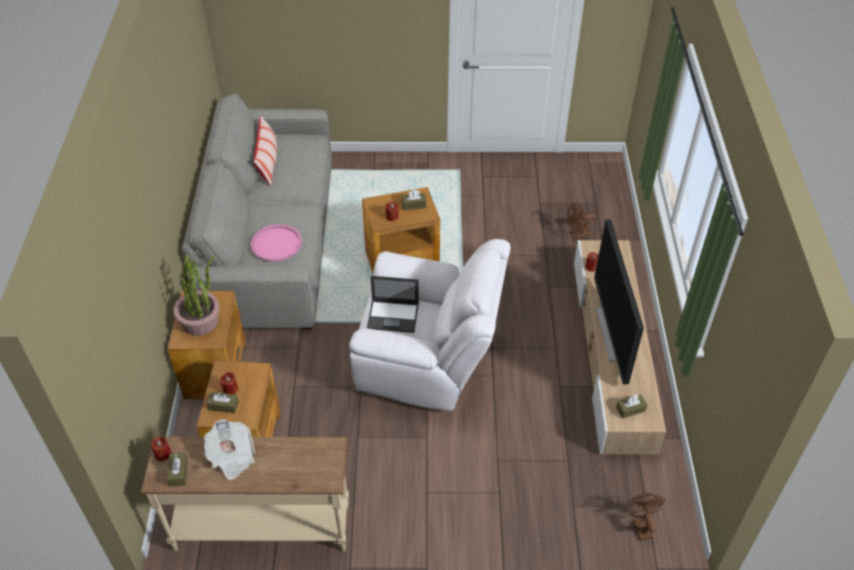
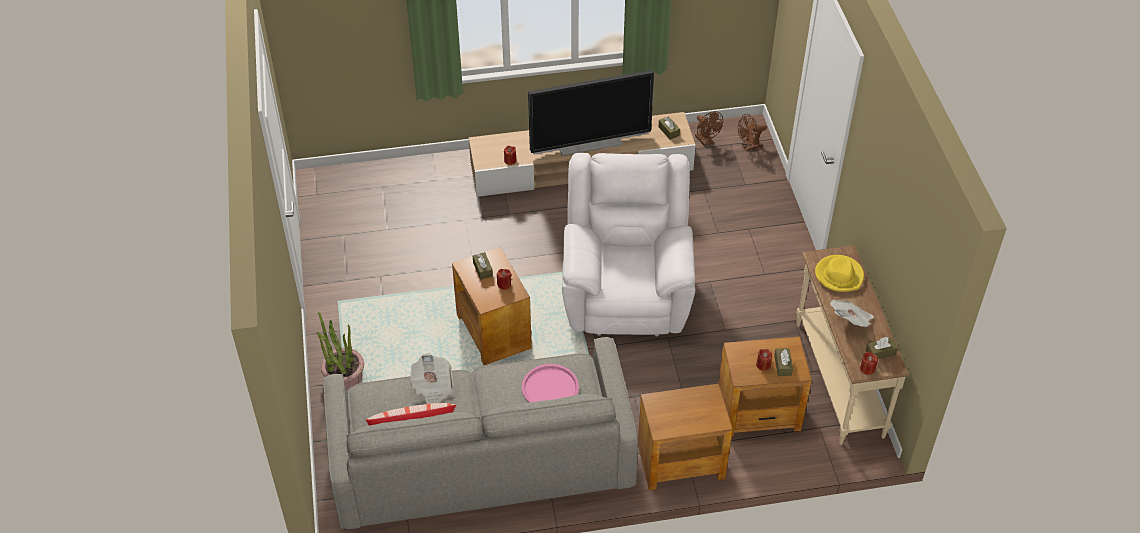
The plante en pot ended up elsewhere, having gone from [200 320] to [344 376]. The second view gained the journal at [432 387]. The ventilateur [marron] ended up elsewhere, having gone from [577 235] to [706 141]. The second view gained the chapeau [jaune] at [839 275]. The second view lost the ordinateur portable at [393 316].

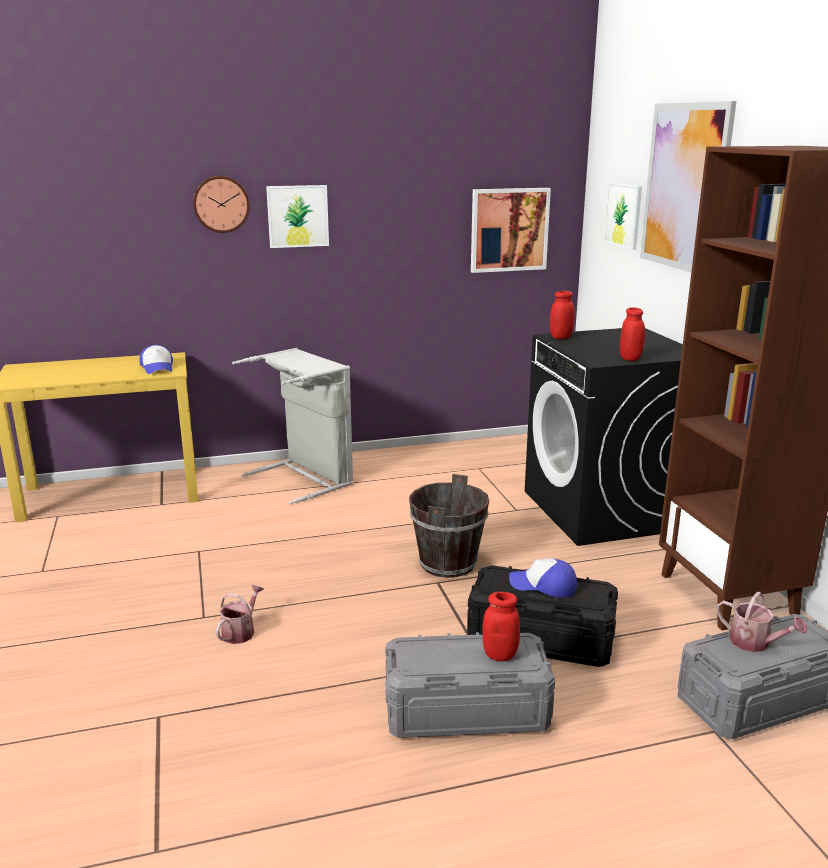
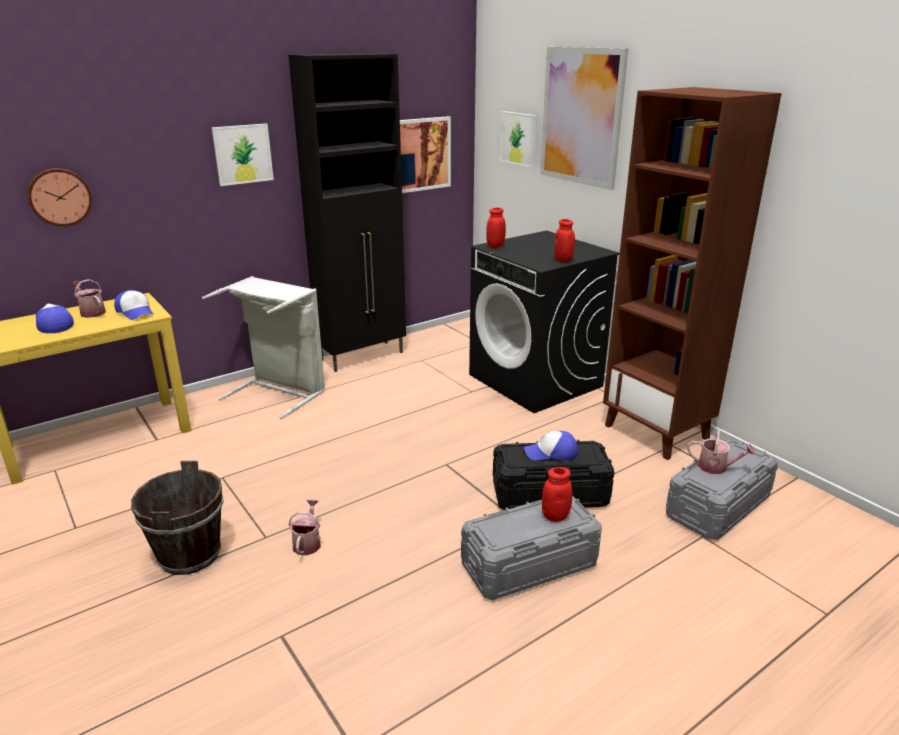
The horloge murale ended up elsewhere, having gone from [221 204] to [59 197]. The second view gained the casquette at [54 325]. The second view gained the arrosoir at [91 312]. The seau [marron] ended up elsewhere, having gone from [448 563] to [190 555]. The second view gained the meuble de rangement [noir] at [363 356].

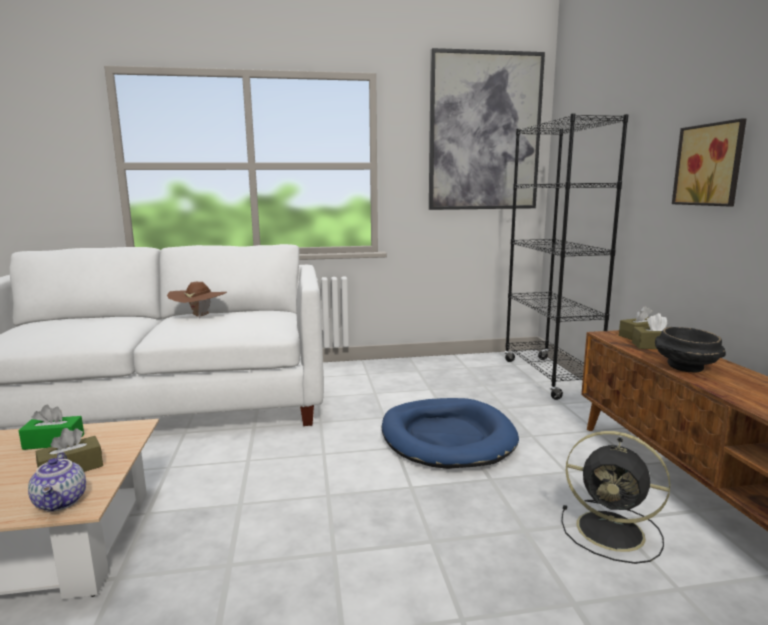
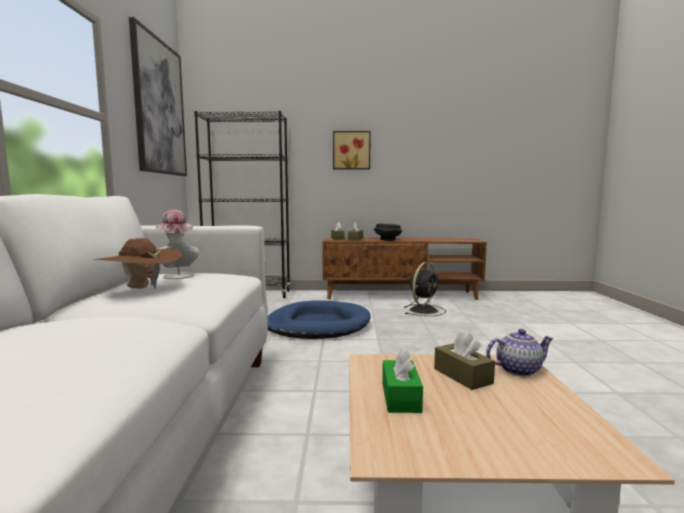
The second view gained the chapeau at [177 275].

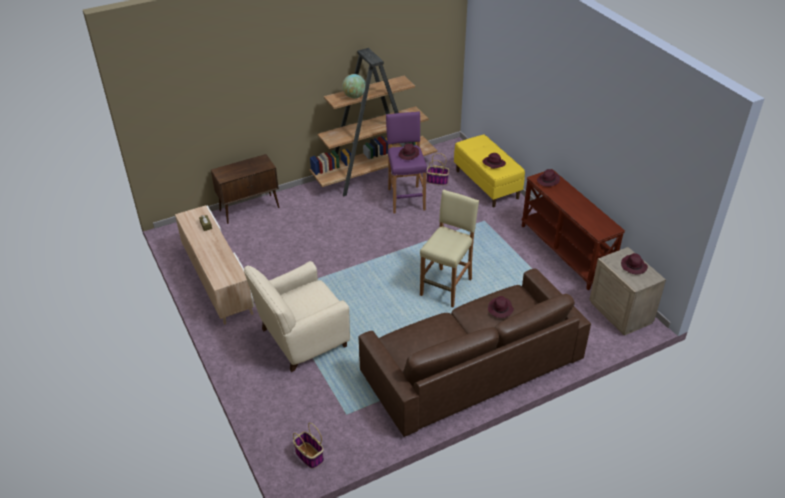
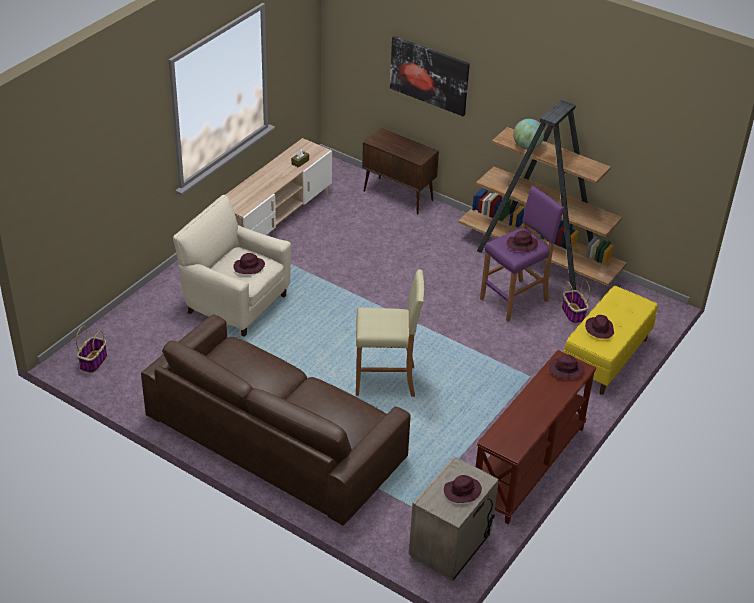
The chapeau [violet] ended up elsewhere, having gone from [500 309] to [248 267]. The second view gained the tableau at [429 75].

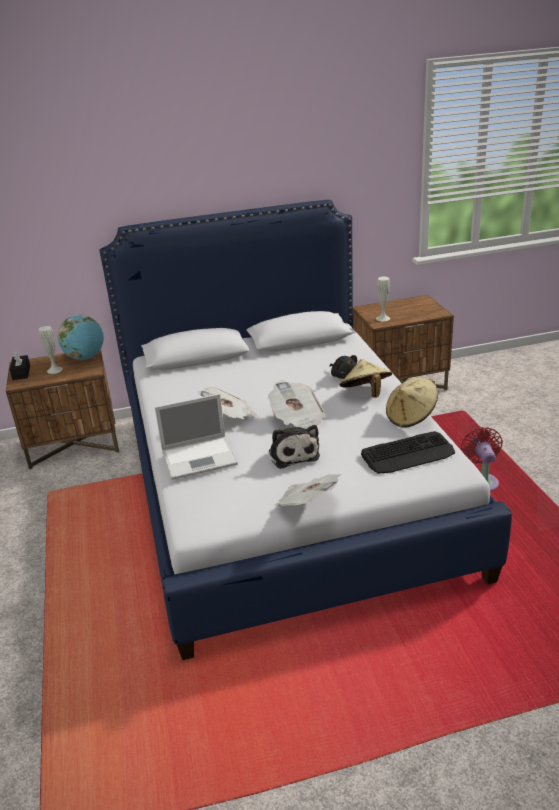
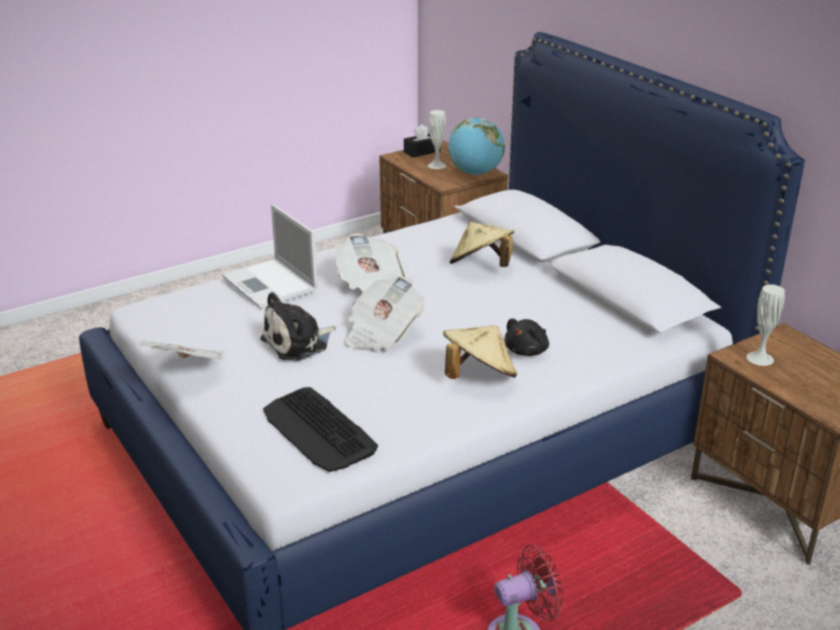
The chapeau [beige] ended up elsewhere, having gone from [411 417] to [481 267].

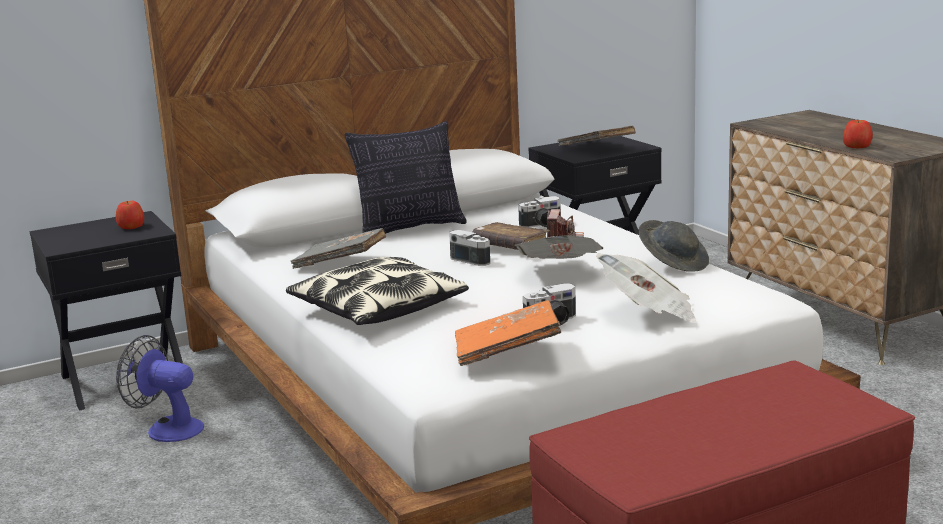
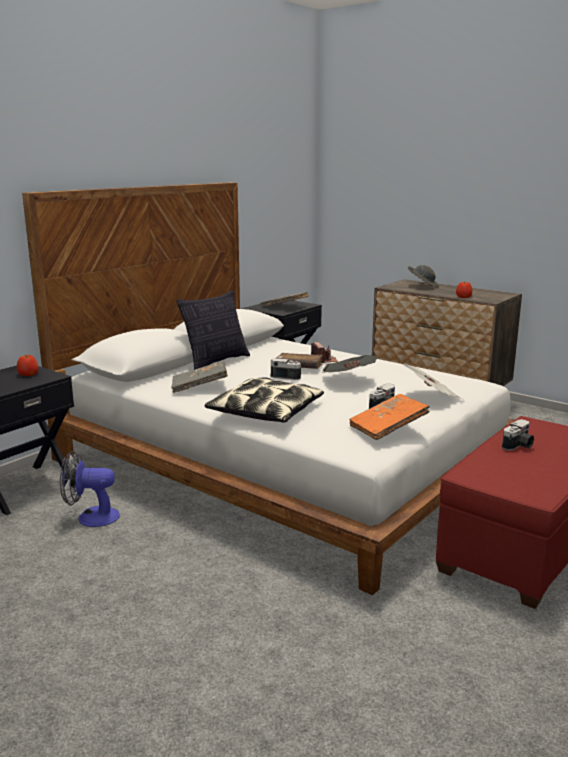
The chapeau [gris] ended up elsewhere, having gone from [674 263] to [422 286]. The appareil photo ended up elsewhere, having gone from [542 225] to [519 446].

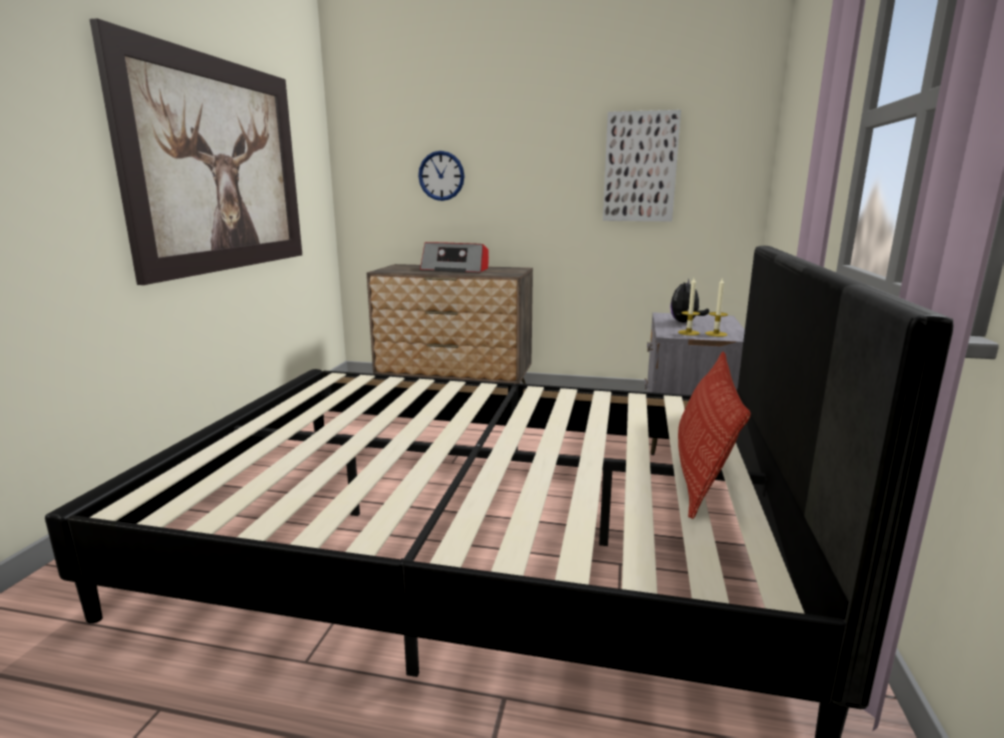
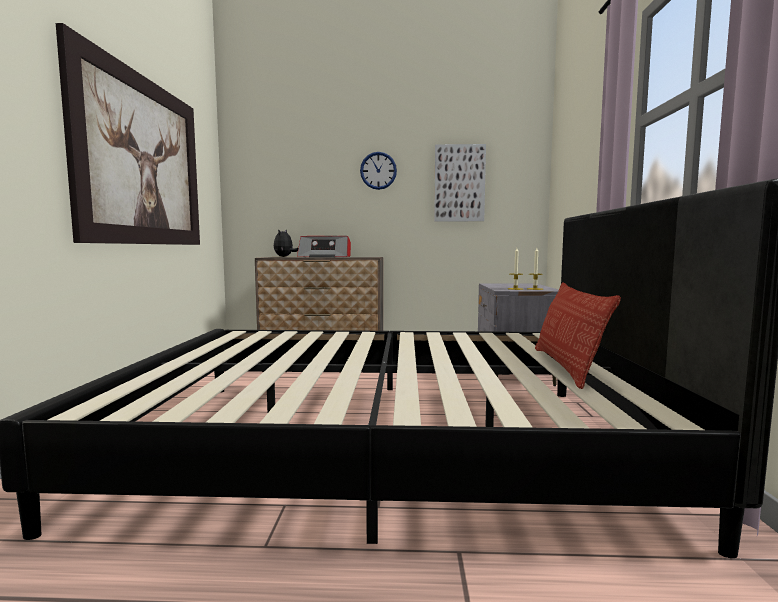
The peluche ended up elsewhere, having gone from [685 322] to [284 256]. The horloge murale ended up elsewhere, having gone from [441 176] to [378 170].

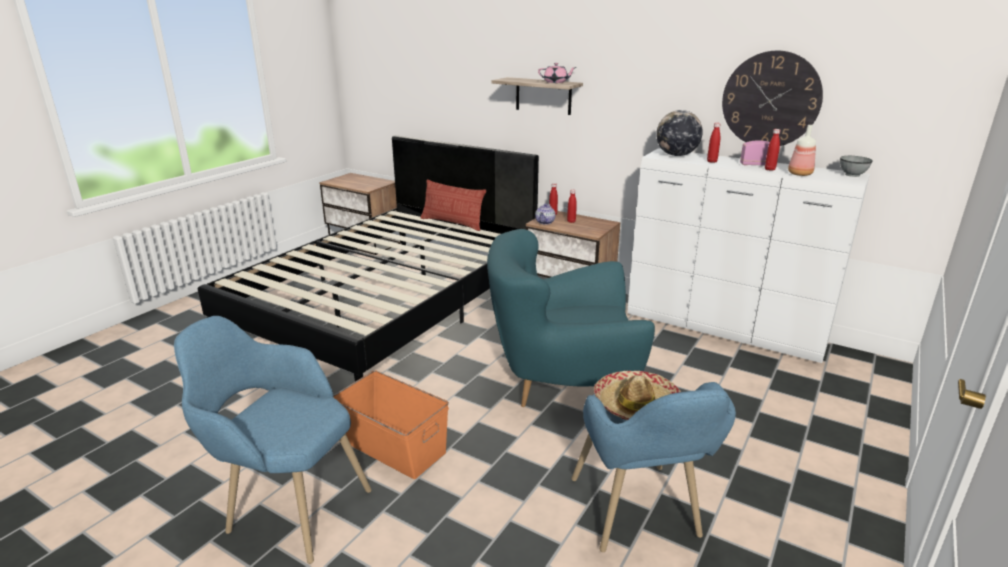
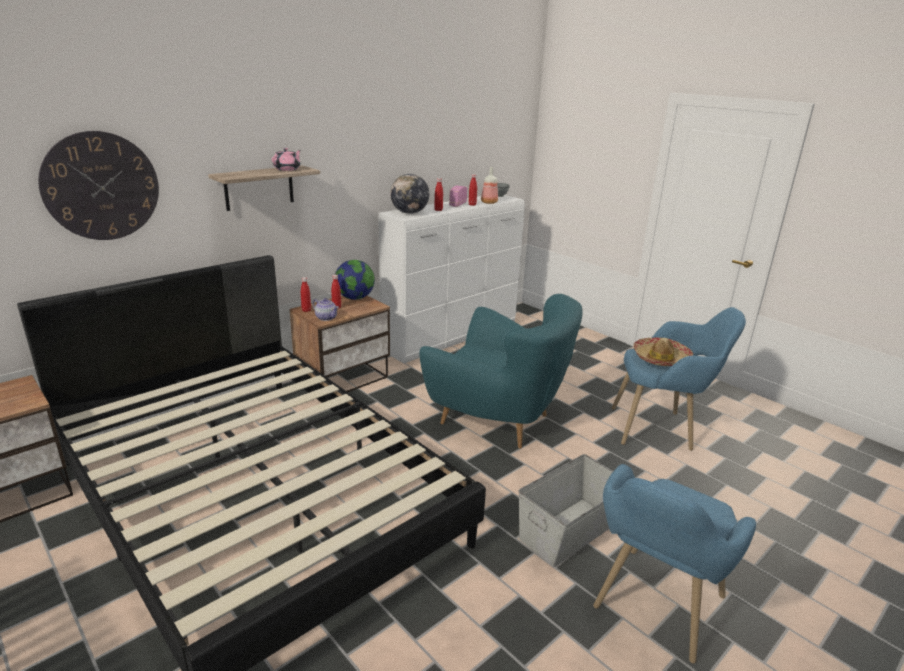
The horloge murale ended up elsewhere, having gone from [770 100] to [101 186]. The second view gained the globe at [355 298]. The fauteuil [turquoise] at [563 383] ended up facing another way, 75 degrees counterclockwise from before. What was the boîte de rangement [orange] at [393 447] turned into the boîte de rangement [gris] at [570 530]. The second view lost the coussin at [452 223].

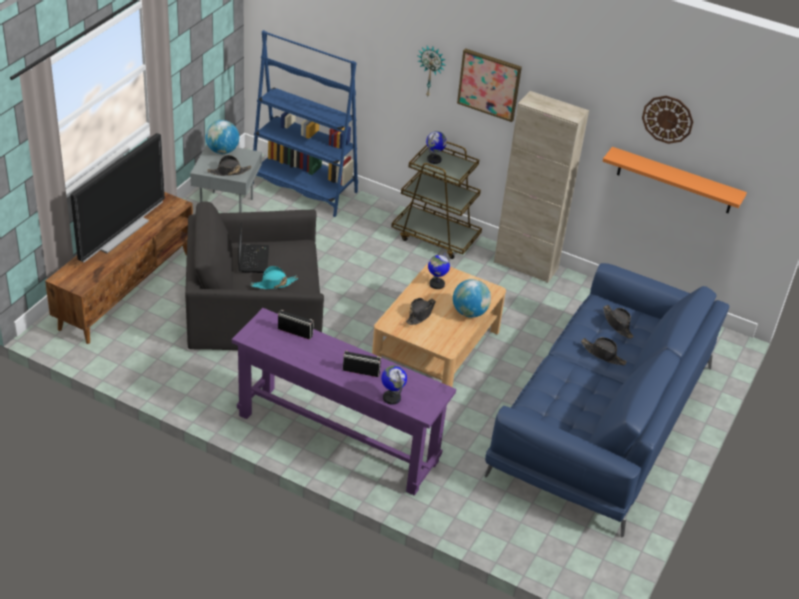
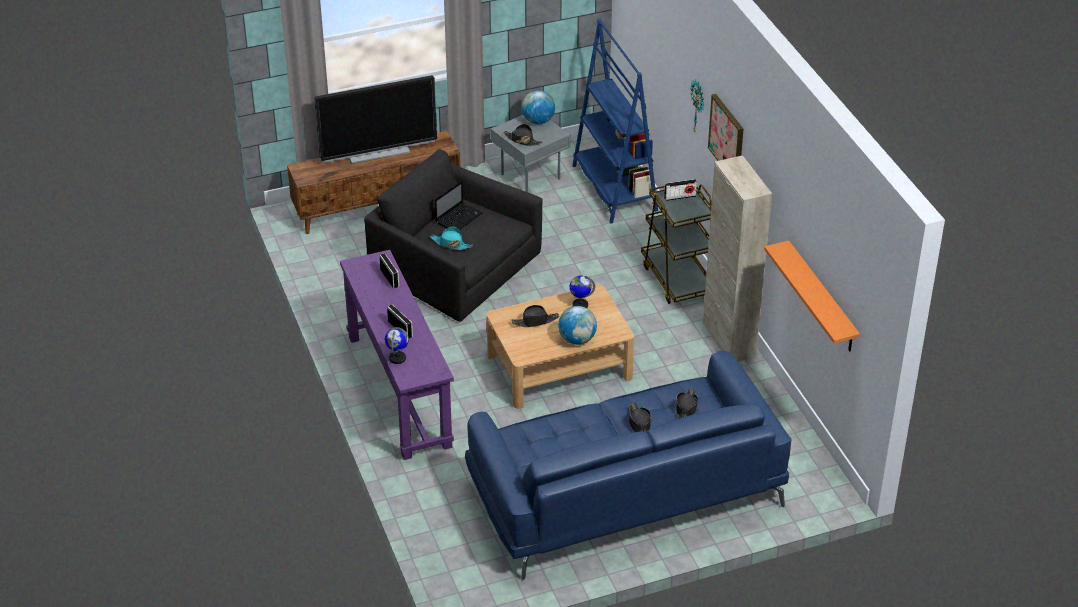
Where the globe stood at [434 159], the radio came to stand at [680 197]. The second view lost the horloge murale at [667 119].

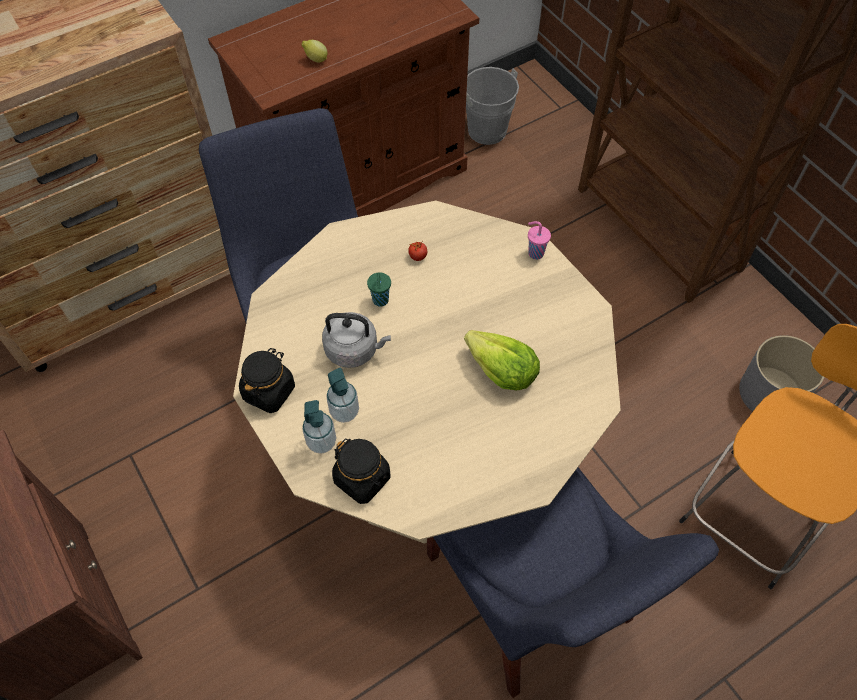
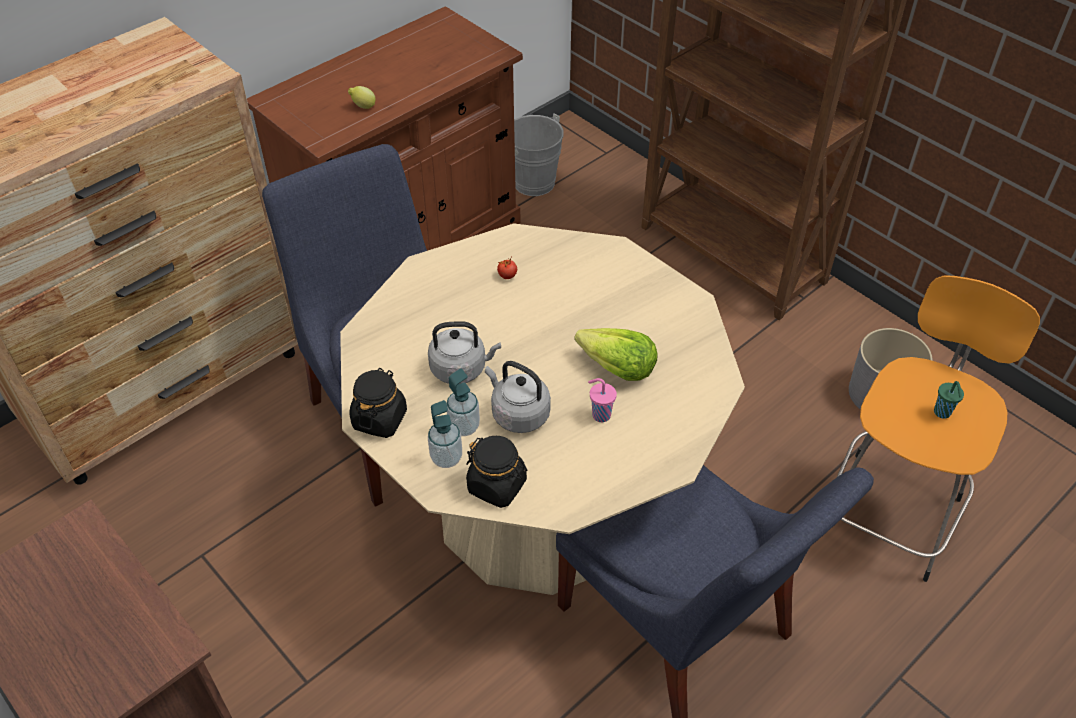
The second view gained the bouilloire [gris] at [518 414]. The tasse [rose] ended up elsewhere, having gone from [535 253] to [600 415]. The tasse [vert] ended up elsewhere, having gone from [380 301] to [942 413].

